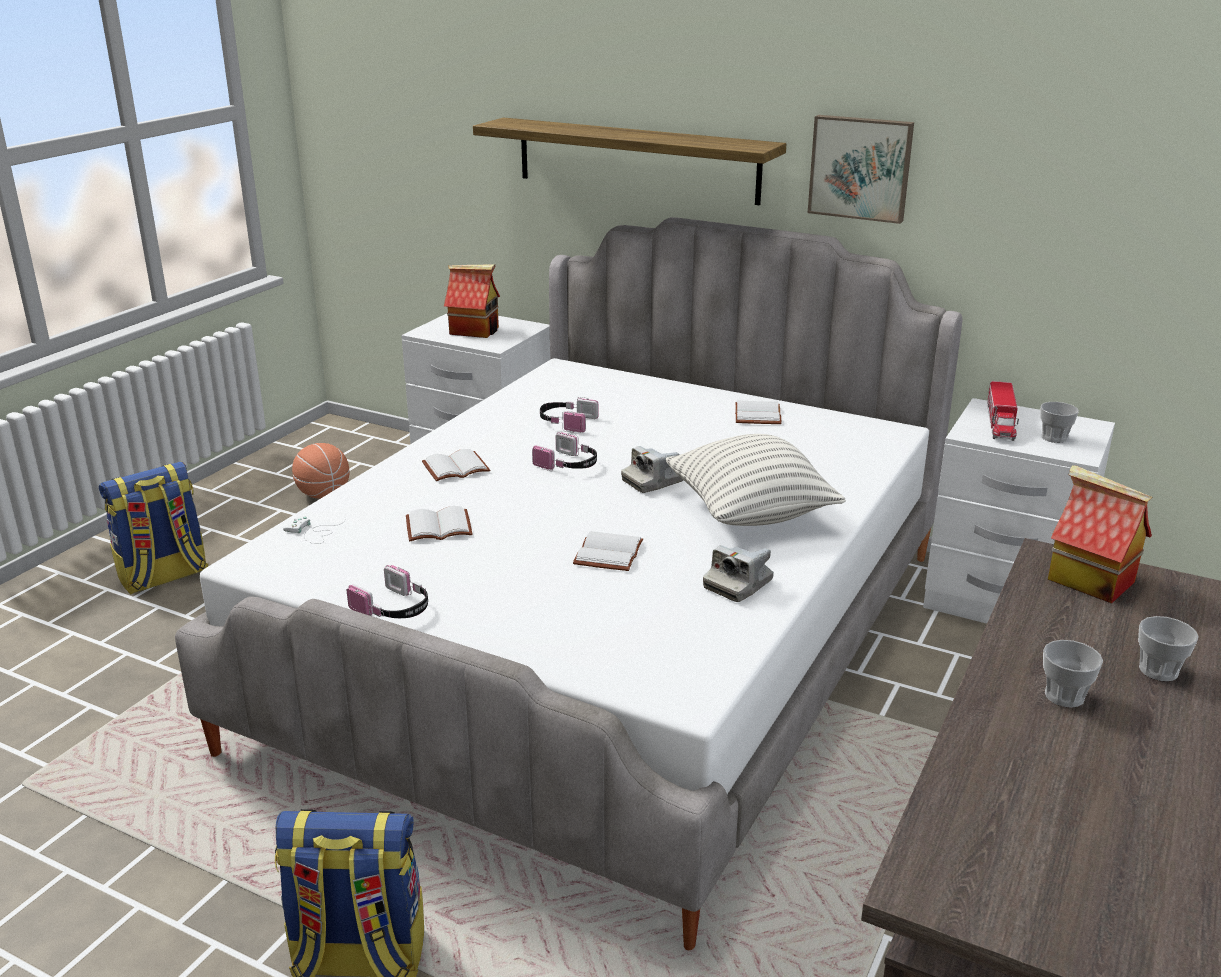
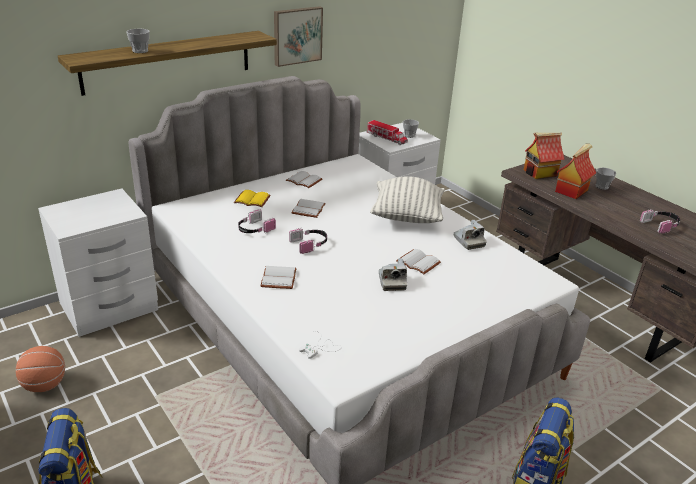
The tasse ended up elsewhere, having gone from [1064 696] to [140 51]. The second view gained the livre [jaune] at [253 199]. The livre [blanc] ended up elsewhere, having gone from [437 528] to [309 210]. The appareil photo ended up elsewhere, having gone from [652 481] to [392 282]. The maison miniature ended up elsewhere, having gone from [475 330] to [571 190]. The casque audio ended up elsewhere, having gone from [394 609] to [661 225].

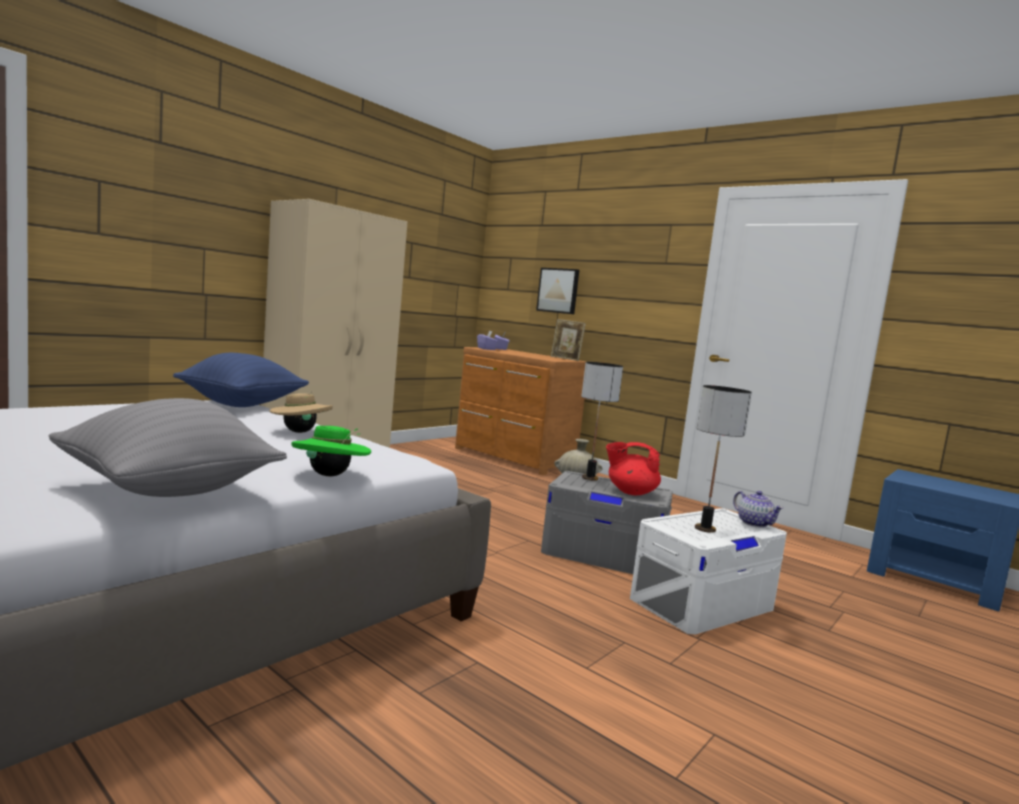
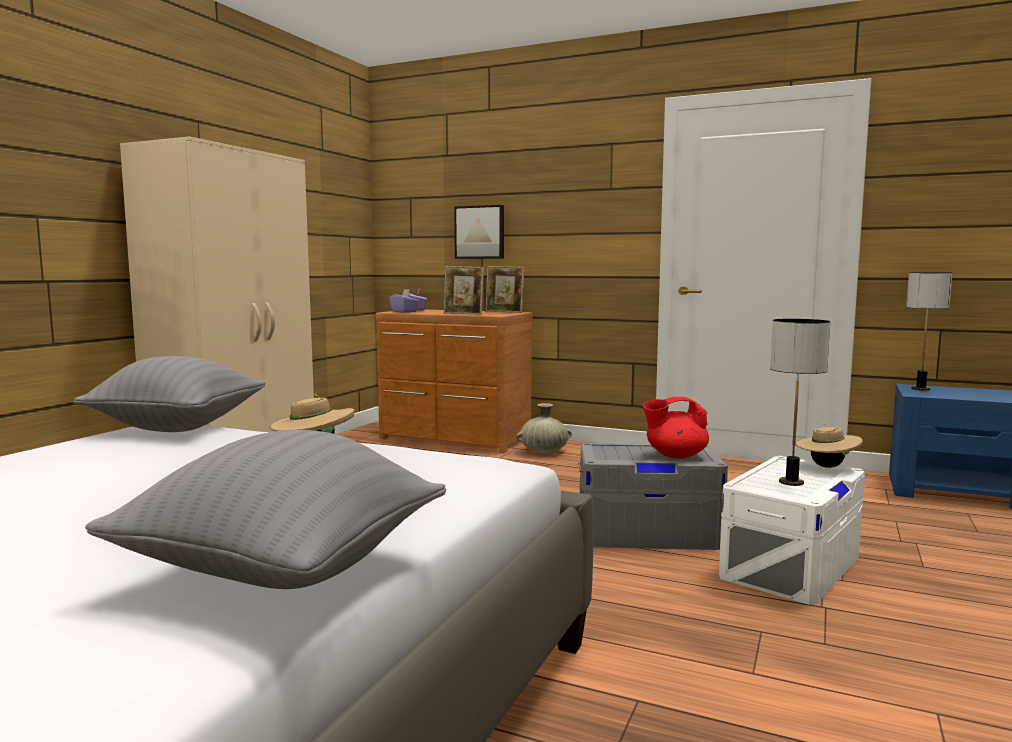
What was the coussin [bleu] at [242 404] turned into the coussin [gris] at [178 427]. The second view gained the cadre photo at [463 314]. Where the théière stood at [754 523], the chapeau [beige] came to stand at [826 466]. The lampe de table ended up elsewhere, having gone from [589 478] to [920 389]. The second view lost the chapeau [vert] at [330 475].

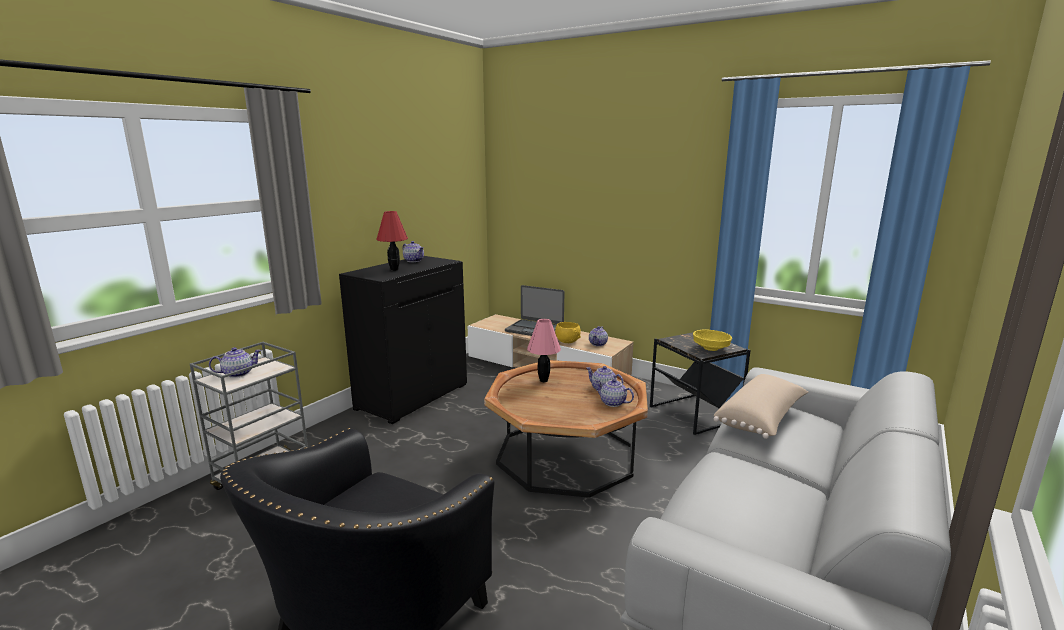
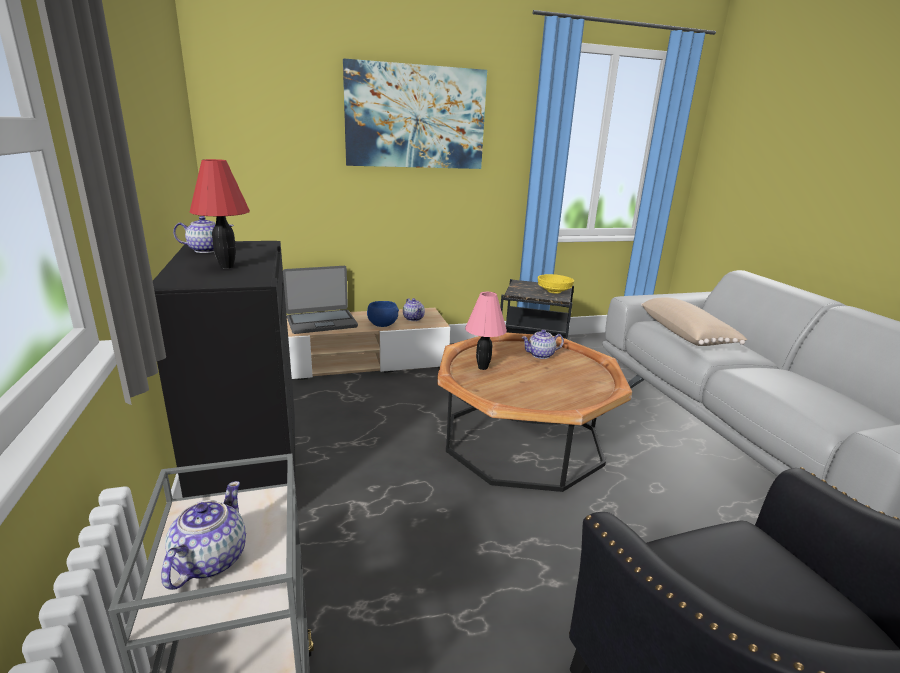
The second view gained the tableau at [415 117]. What was the bol [jaune] at [567 341] turned into the bol [bleu] at [382 325]. The second view lost the théière at [613 403].

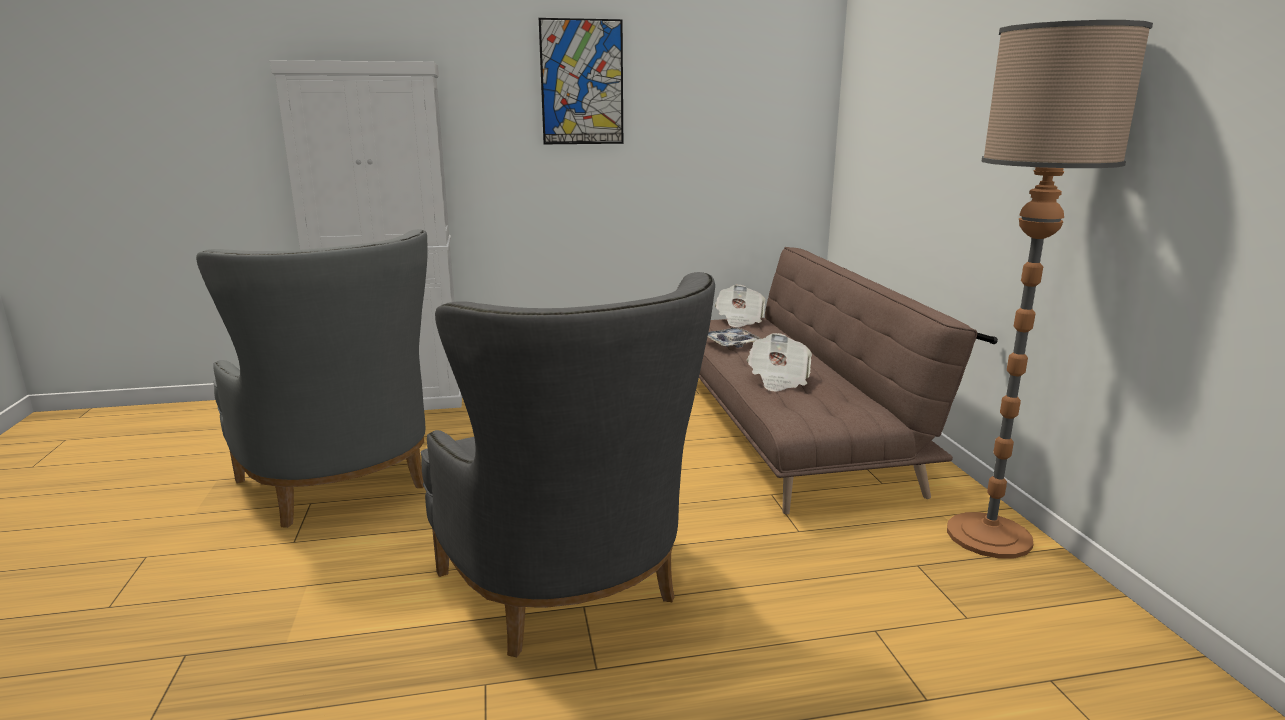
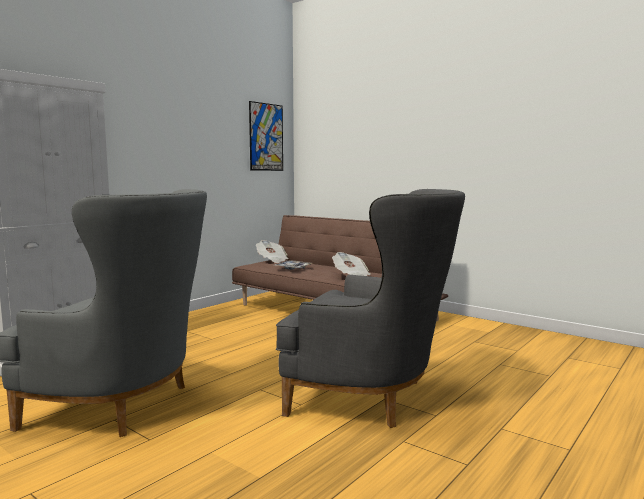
The tableau ended up elsewhere, having gone from [582 82] to [266 137]. The second view lost the lampadaire at [989 536].

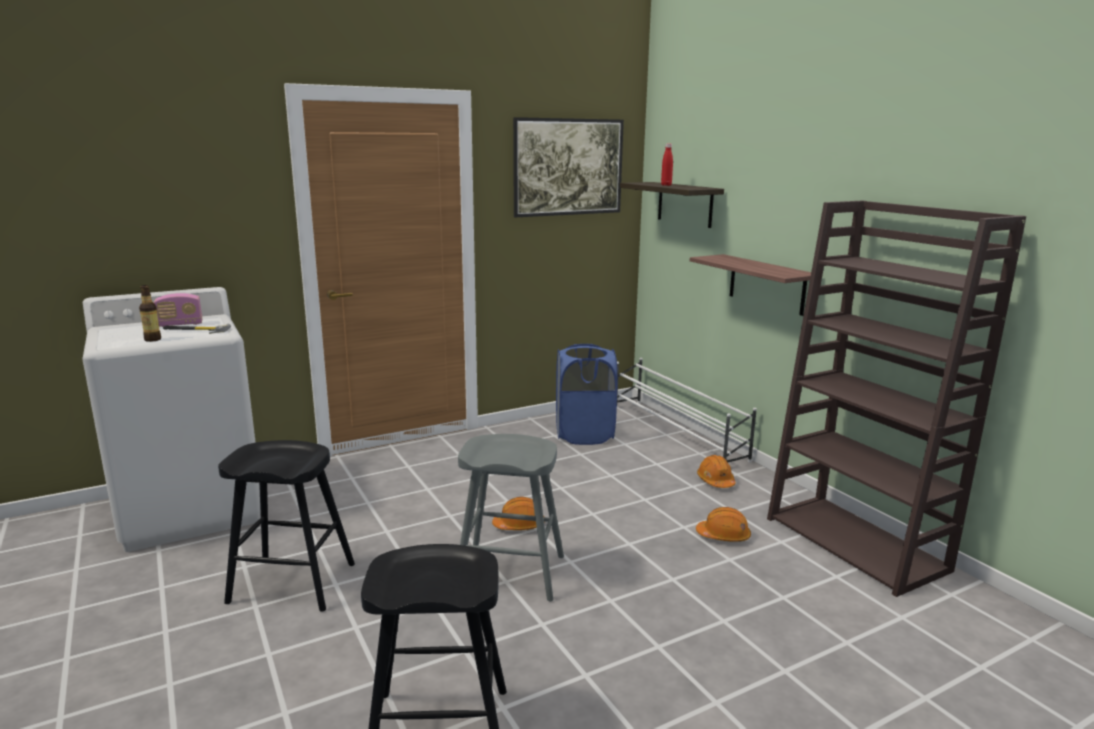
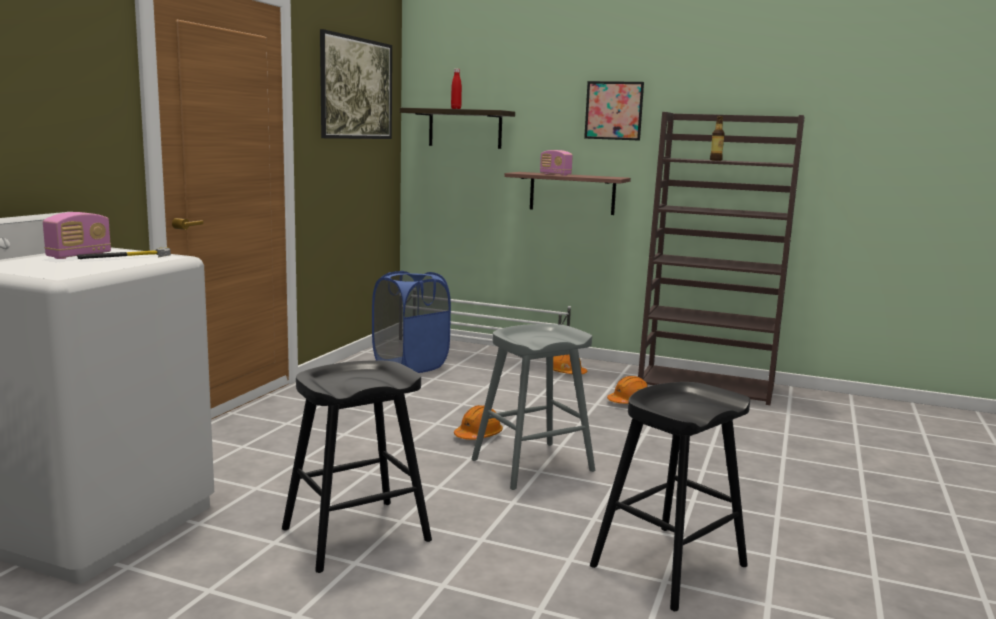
The second view gained the radio at [555 174]. The second view gained the tableau at [614 110]. The bouteille ended up elsewhere, having gone from [153 339] to [716 160].

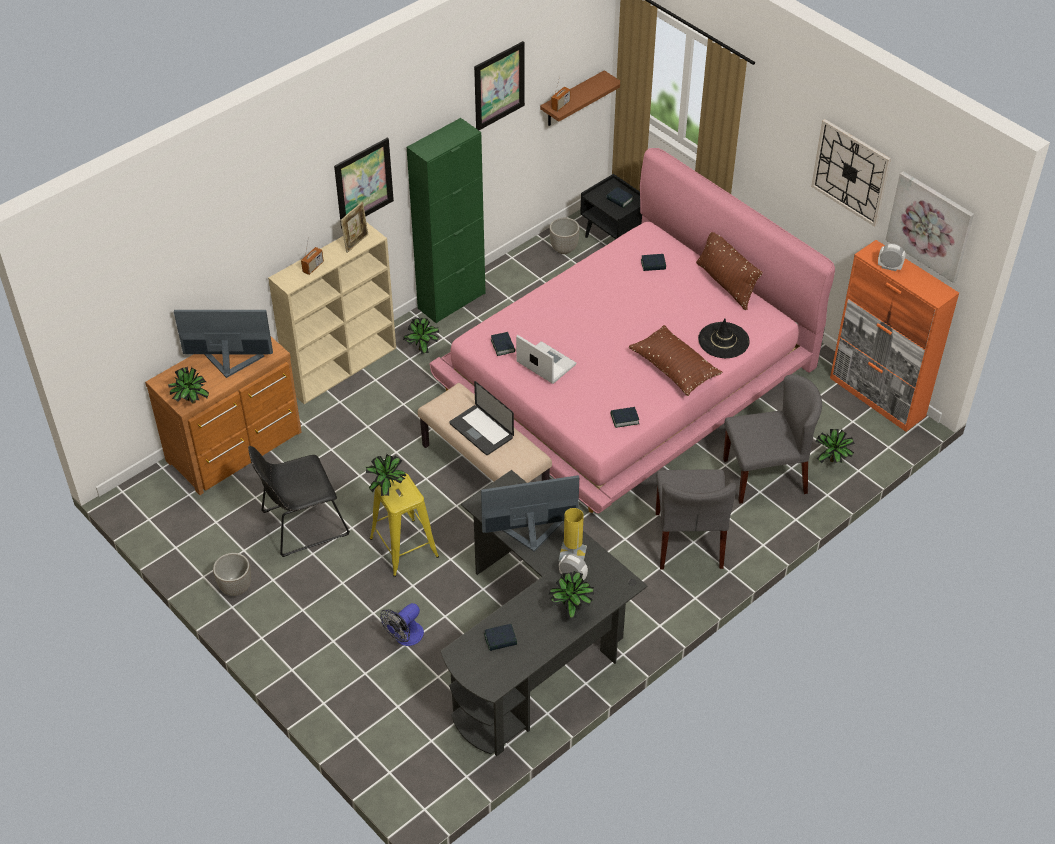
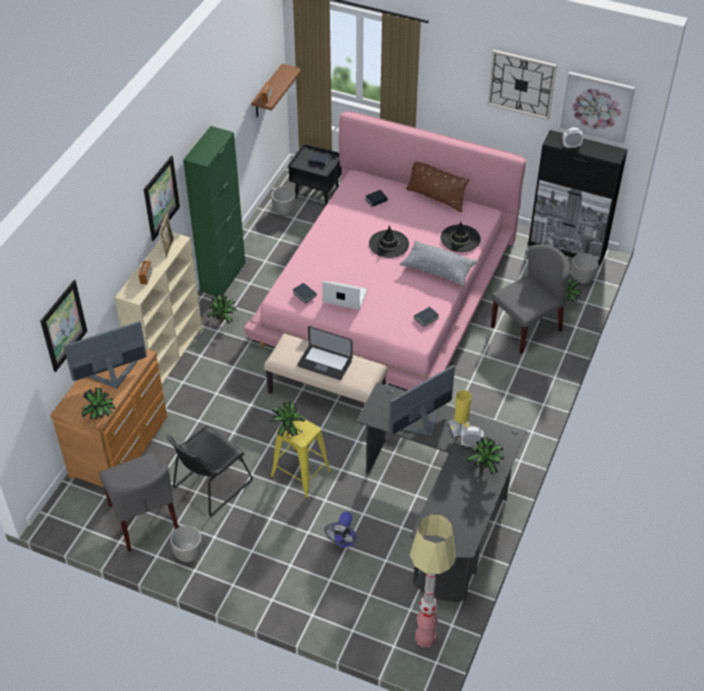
The tableau ended up elsewhere, having gone from [499 86] to [63 326]. The chaise [gris] ended up elsewhere, having gone from [689 540] to [144 518]. The second view gained the chapeau [noir] at [388 244]. What was the coussin [marron] at [674 368] turned into the coussin [gris] at [438 270]. The second view gained the lampadaire at [425 638]. What was the meuble de rangement [orange] at [877 397] turned into the meuble de rangement [noir] at [567 247]. The second view gained the cache-pot at [582 279]. The second view lost the livre at [500 639].

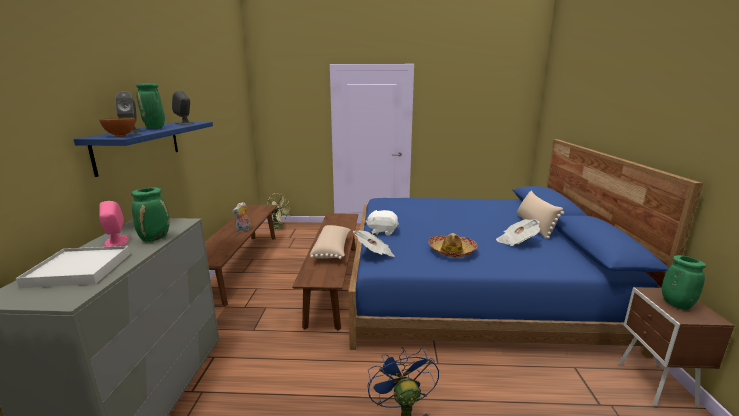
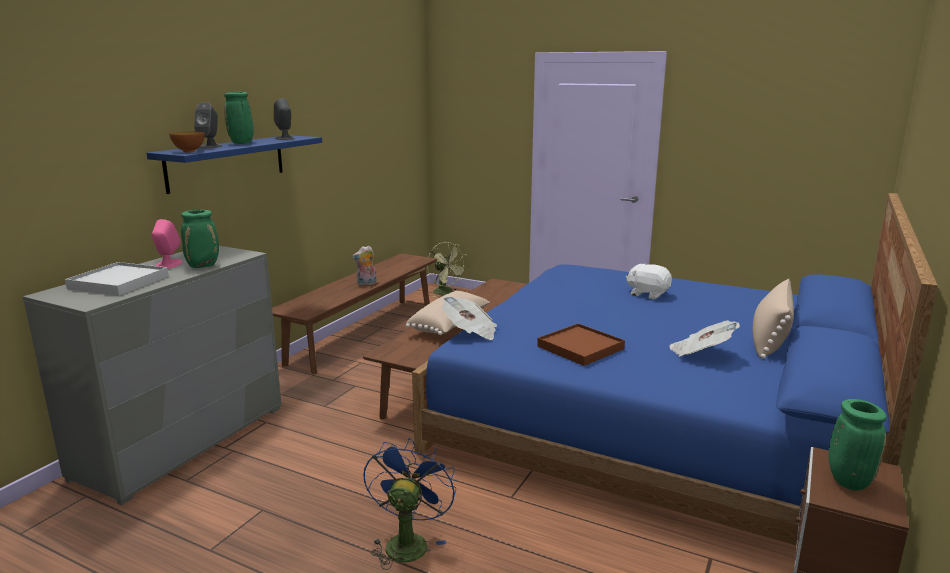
Where the chapeau stood at [452 251], the plateau [marron] came to stand at [580 347]. The peluche [blanc] ended up elsewhere, having gone from [382 231] to [648 294].

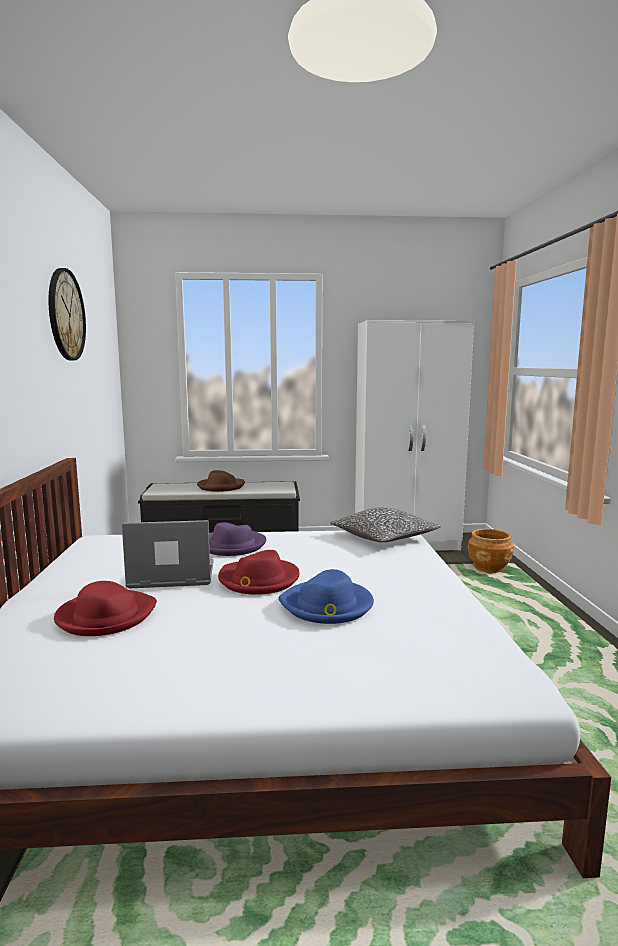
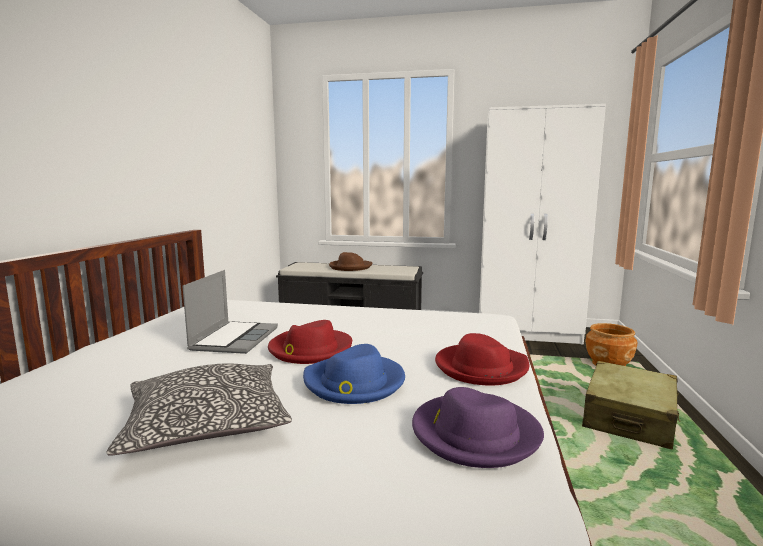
The coussin ended up elsewhere, having gone from [384 537] to [207 424]. The ordinateur portable at [170 576] ended up facing another way, 90 degrees clockwise from before. The chapeau [violet] ended up elsewhere, having gone from [232 545] to [474 433]. The chapeau [rouge] ended up elsewhere, having gone from [105 616] to [481 368]. The second view gained the valise [beige] at [629 418]. The second view lost the horloge murale at [66 315].

